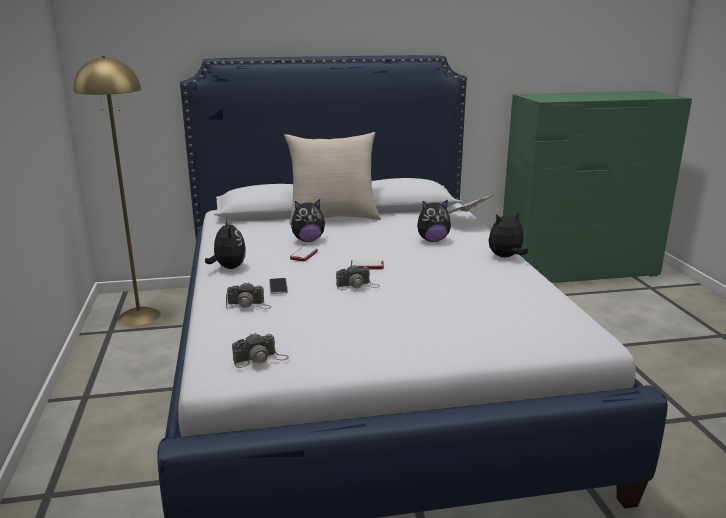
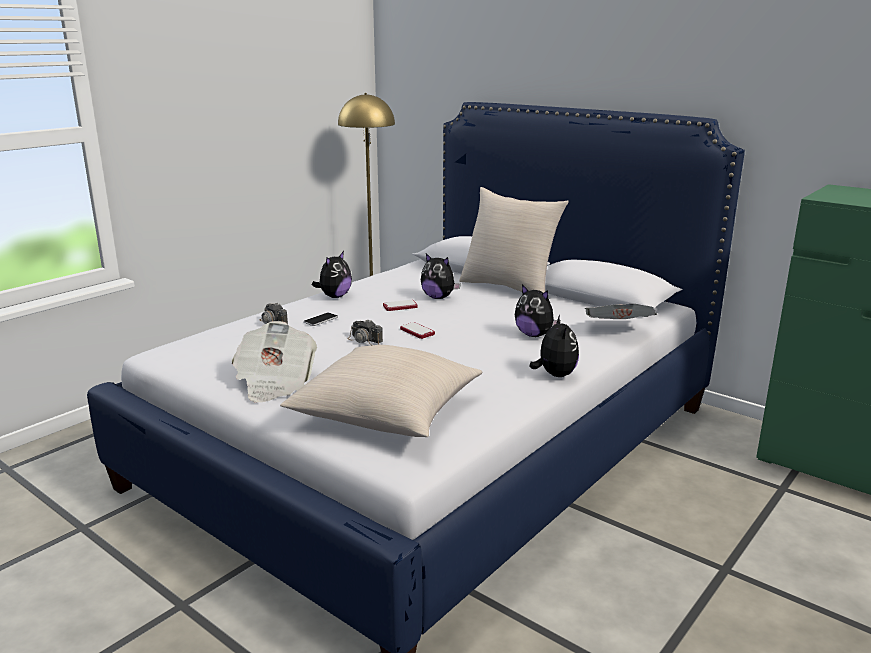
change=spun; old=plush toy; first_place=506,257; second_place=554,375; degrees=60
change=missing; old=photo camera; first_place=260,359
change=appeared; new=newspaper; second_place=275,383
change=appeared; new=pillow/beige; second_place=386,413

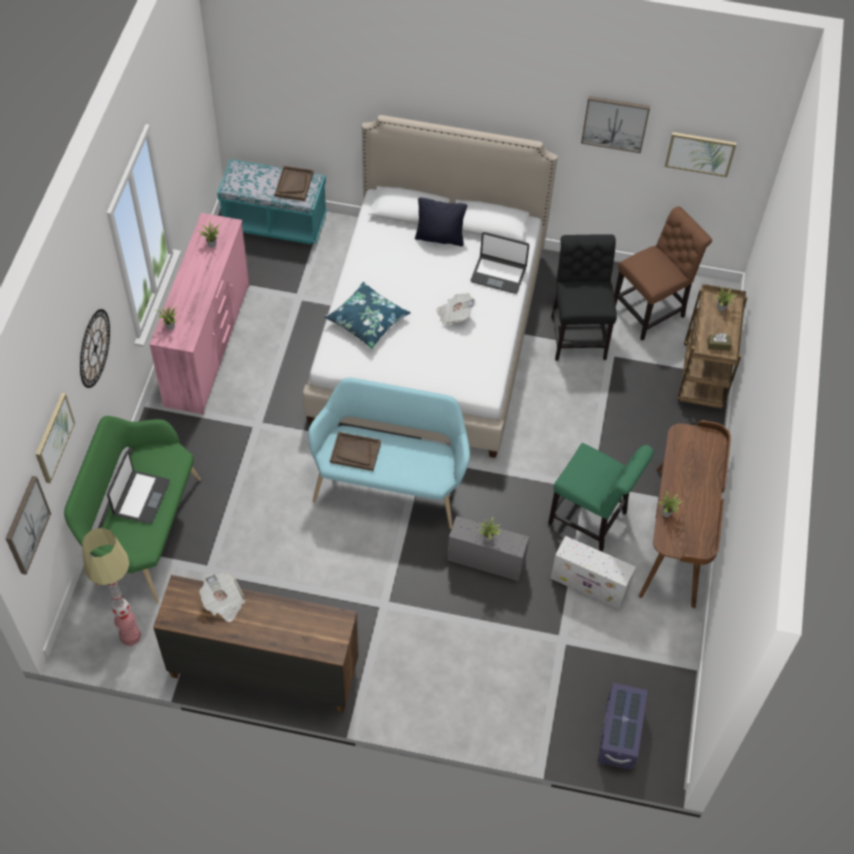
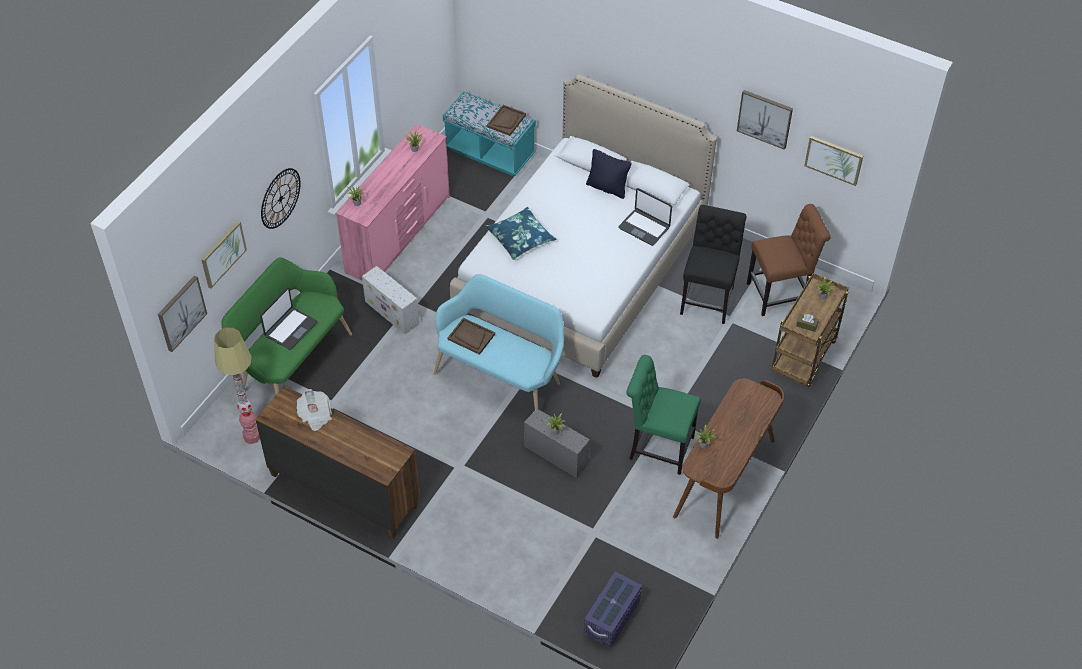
change=missing; old=newspaper; first_place=454,314
change=spun; old=chair/green; first_place=591,520; second_place=658,447; degrees=150
change=relocated; old=storage box/white; first_place=590,584; second_place=392,313

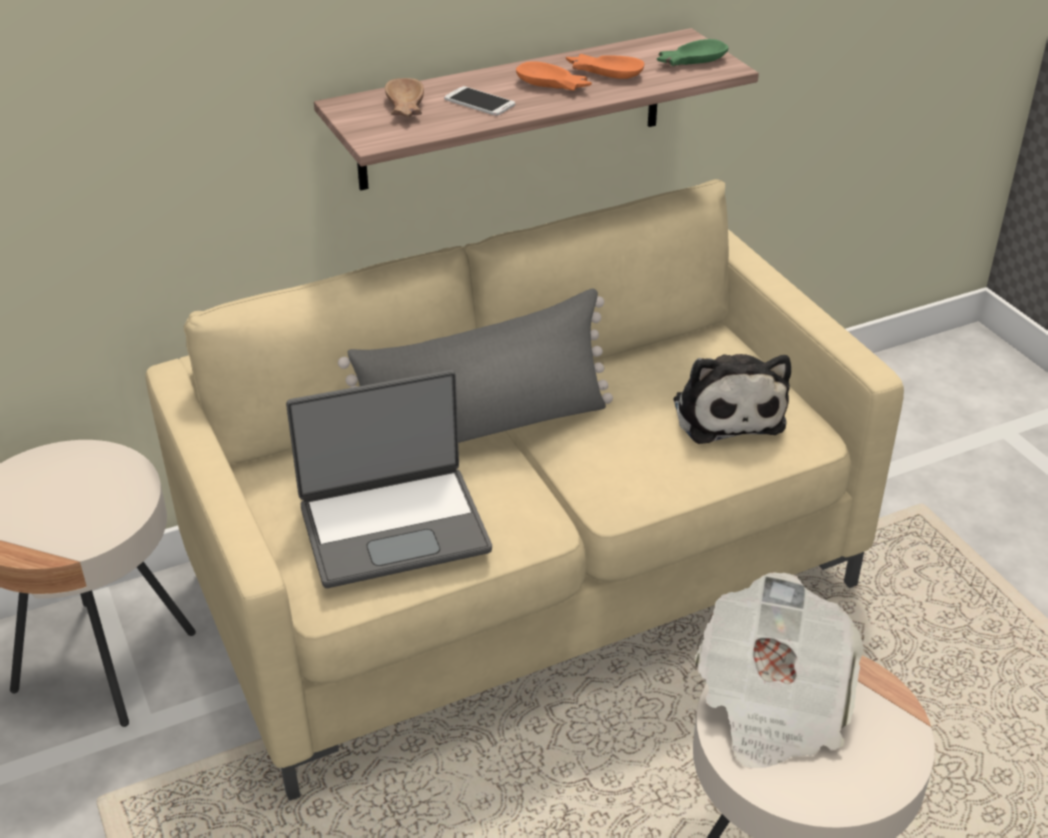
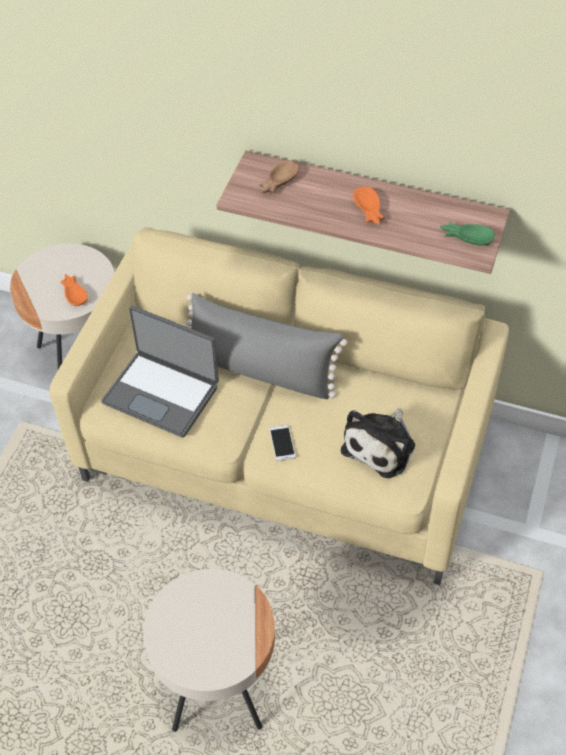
change=relocated; old=bowl/orange; first_place=604,72; second_place=75,292
change=relocated; old=phone; first_place=479,102; second_place=282,443
change=missing; old=newspaper; first_place=772,703

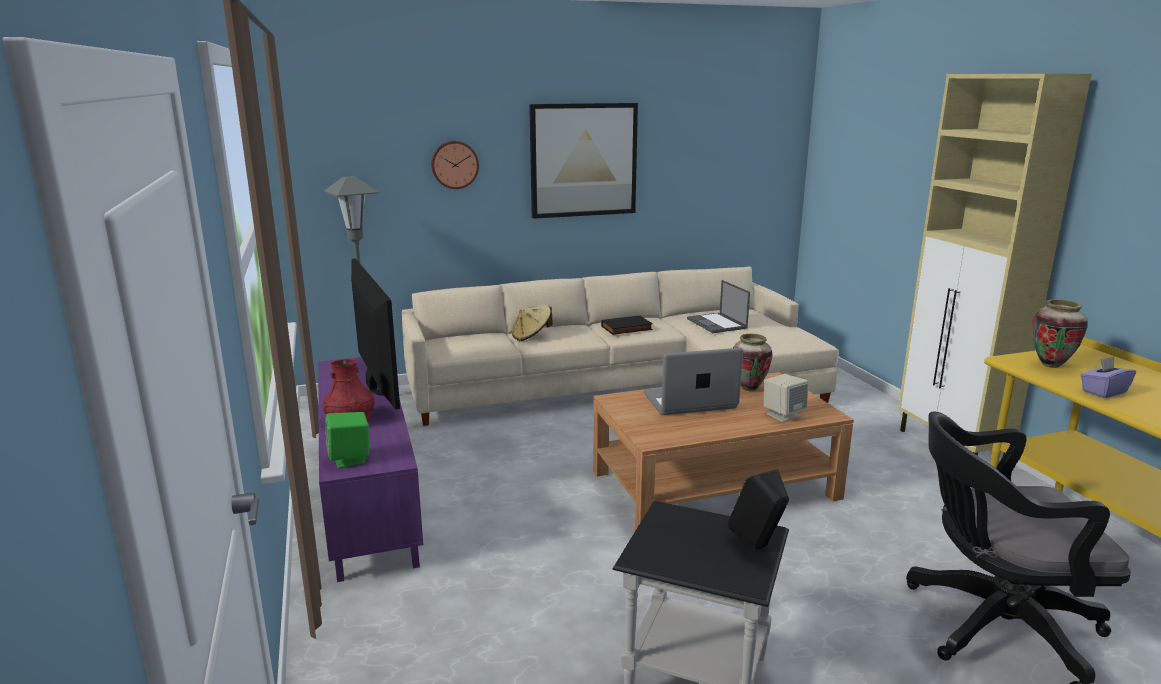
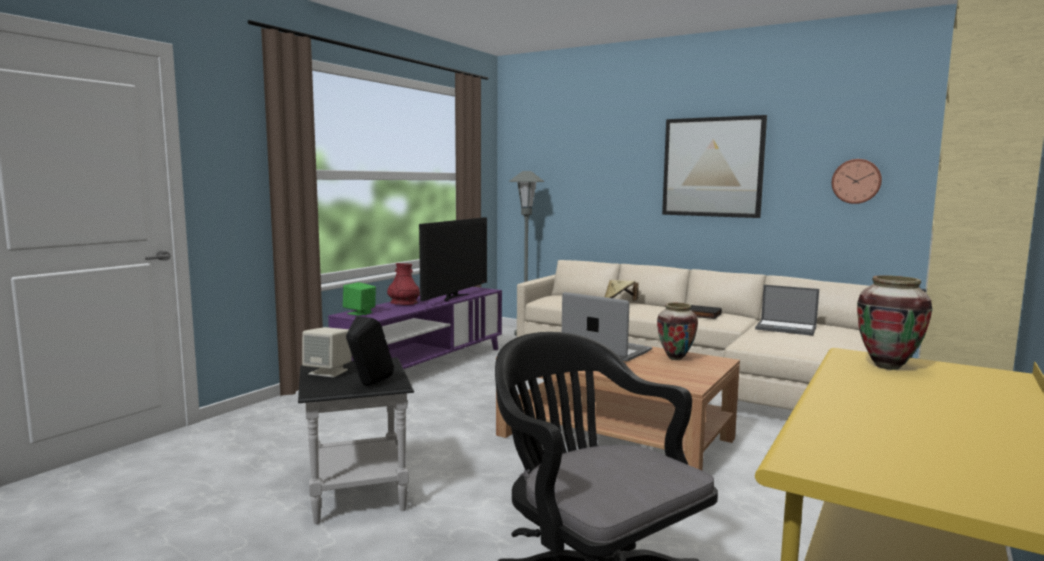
change=relocated; old=wall clock; first_place=454,164; second_place=856,181
change=spun; old=laptop; first_place=717,324; second_place=786,328; degrees=-90
change=missing; old=tissue box/purple; first_place=1103,392
change=relocated; old=speaker/beige; first_place=783,415; second_place=329,372

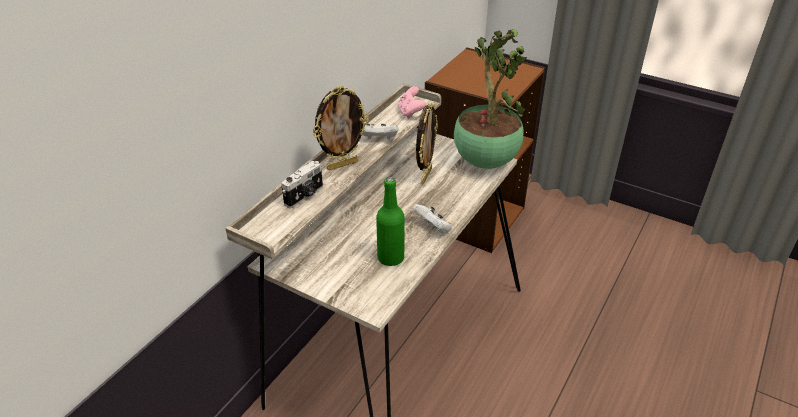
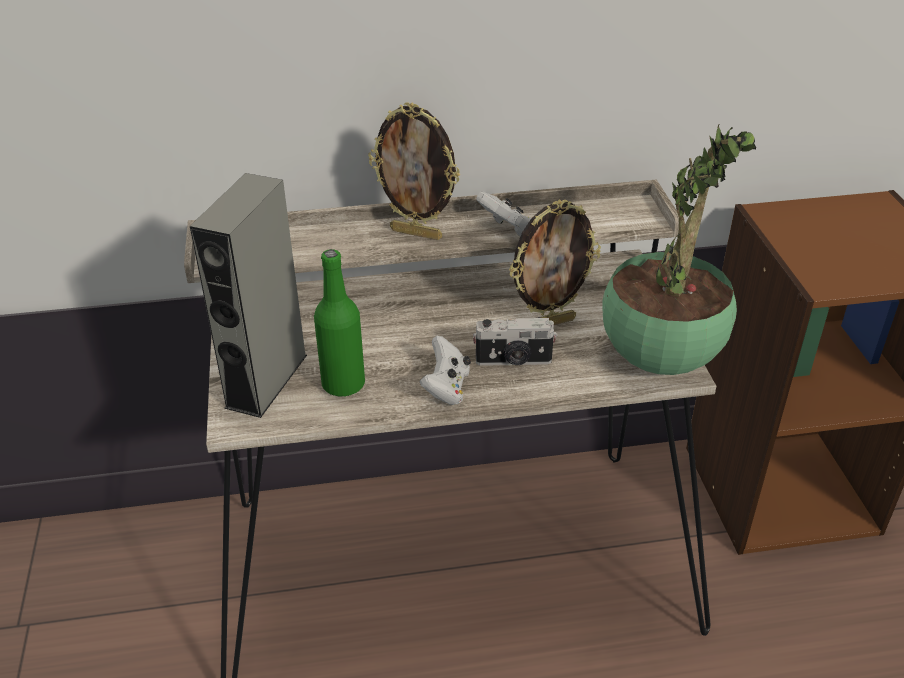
change=missing; old=game controller/pink; first_place=410,112
change=relocated; old=photo camera; first_place=305,196; second_place=513,361
change=appeared; new=speaker/grey; second_place=266,380

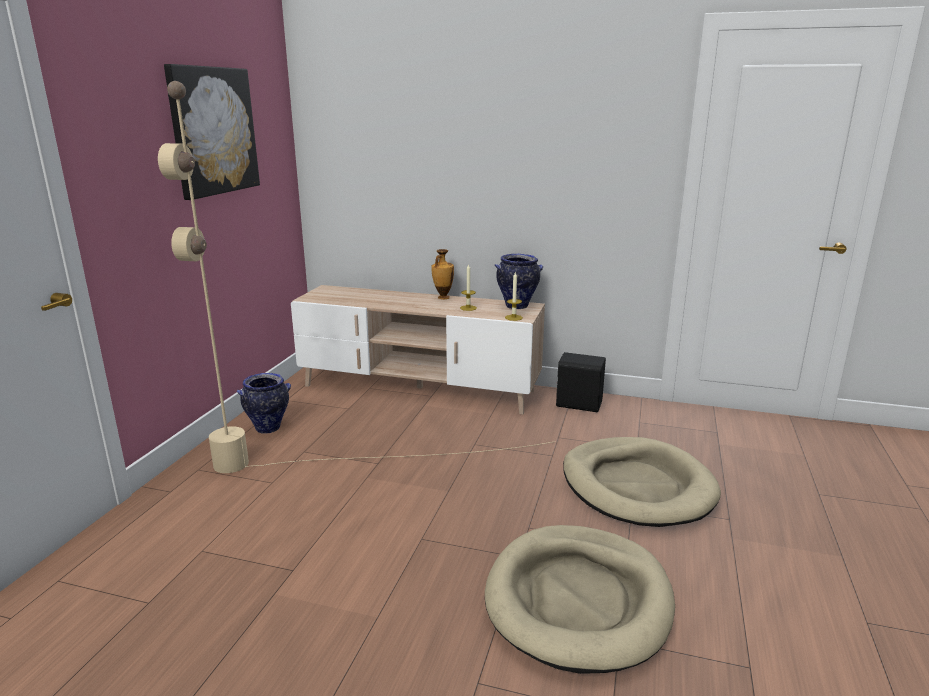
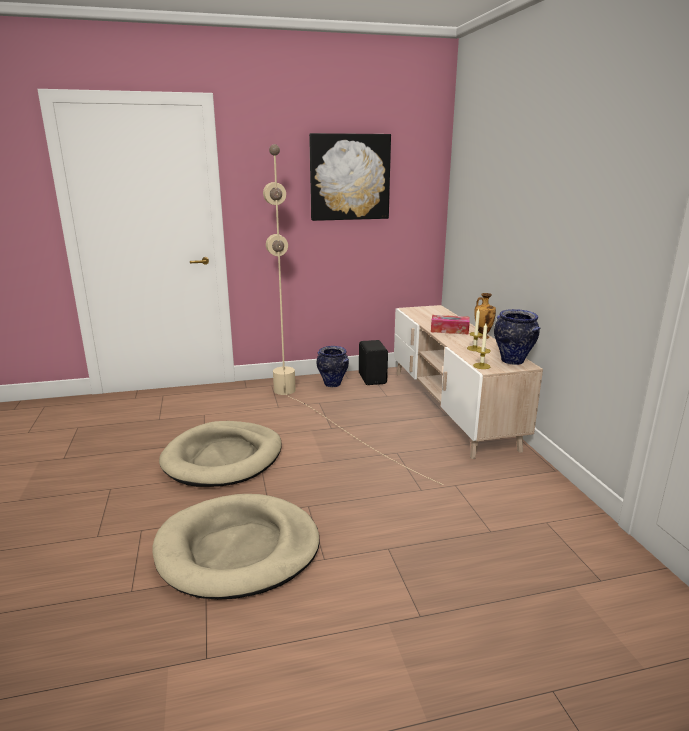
change=relocated; old=speaker/black; first_place=578,404; second_place=373,379
change=relocated; old=dog bed/beige; first_place=637,486; second_place=223,458
change=appeared; new=tissue box; second_place=449,330

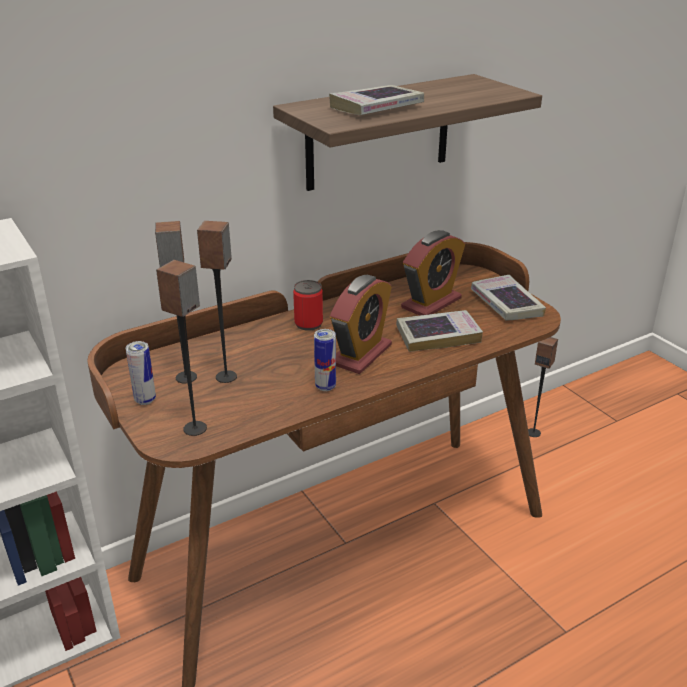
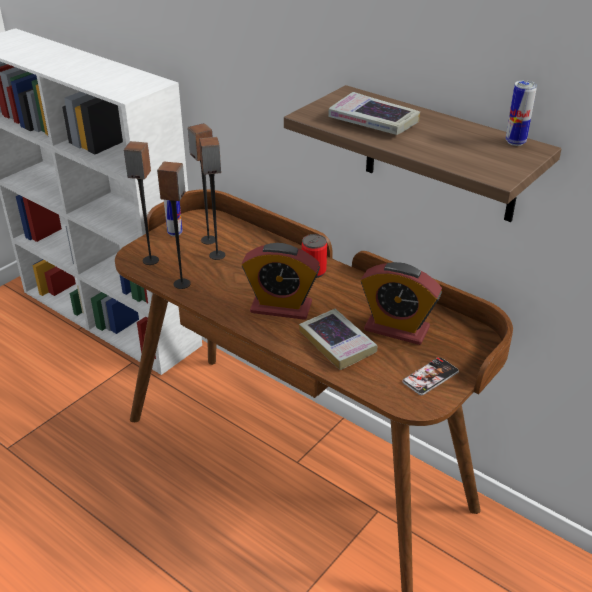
change=exchanged; old=book; new=phone; first_place=506,304; second_place=430,377
change=relocated; old=can; first_place=325,386; second_place=515,142
change=relocated; old=speaker; first_place=533,432; second_place=182,284

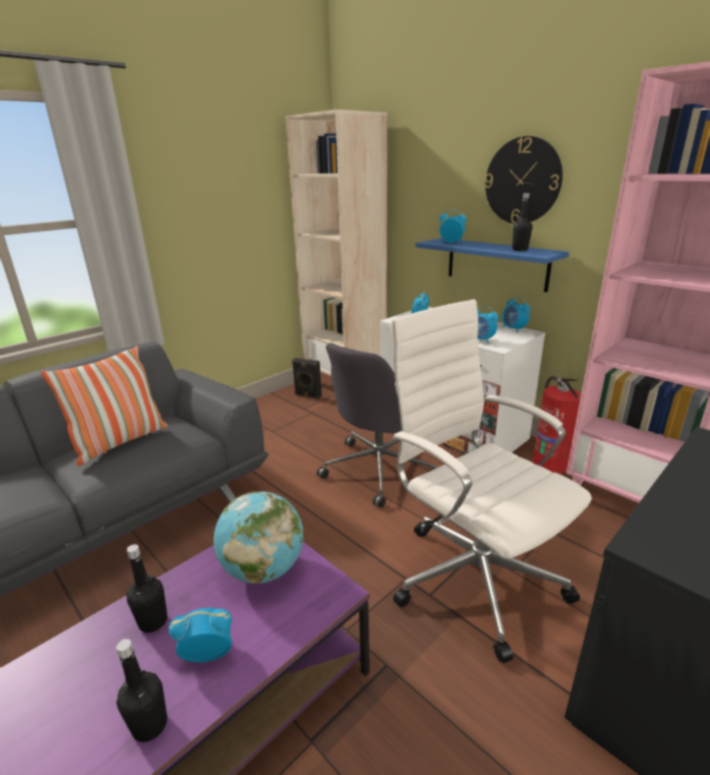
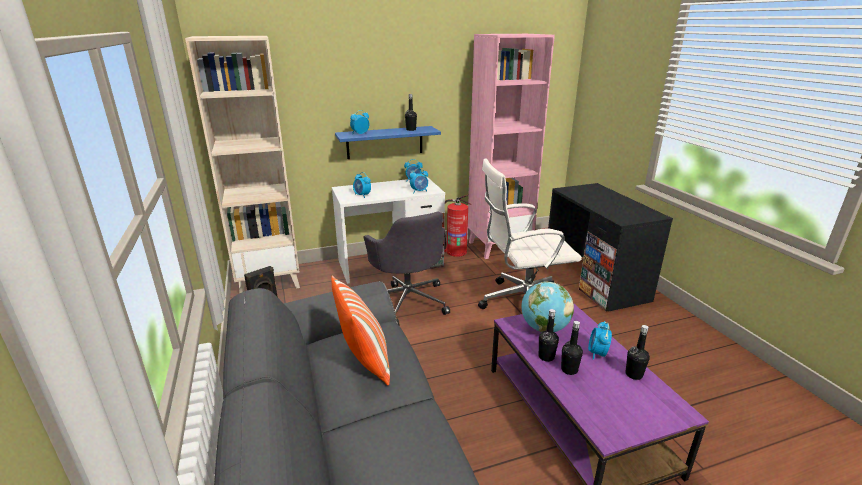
change=missing; old=wall clock; first_place=522,181
change=appeared; new=bottle/black; second_place=546,357

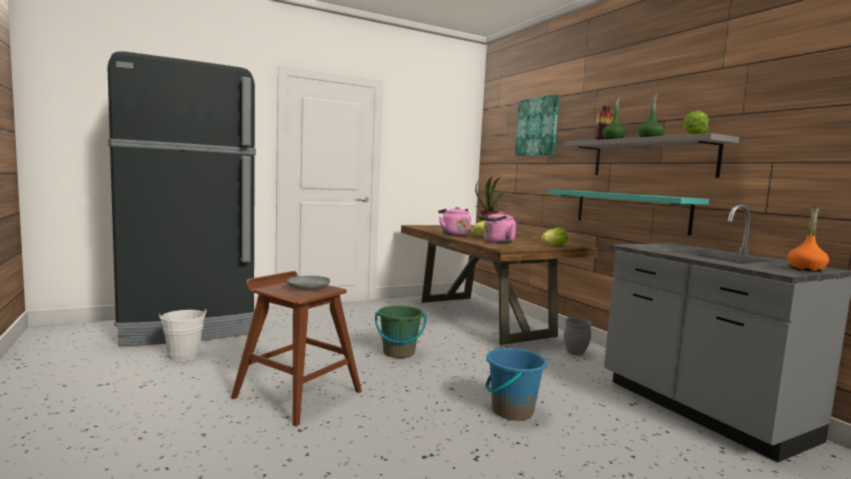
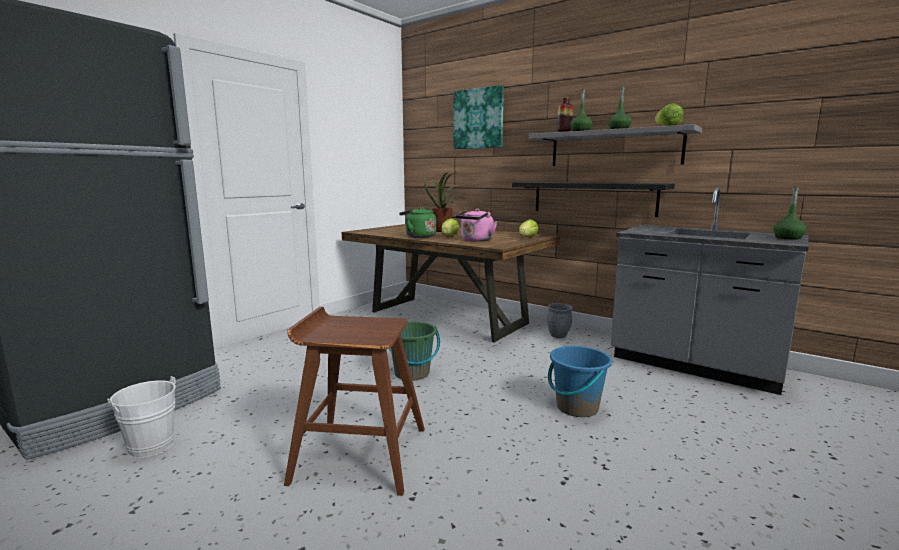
change=colour; old=shelf/turquoise; new=shelf/black; first_place=630,210; second_place=593,198
change=colour; old=kettle/pink; new=kettle/green; first_place=454,234; second_place=418,236
change=colour; old=bottle/orange; new=bottle/green; first_place=806,269; second_place=787,238
change=missing; old=plate/grey; first_place=308,288

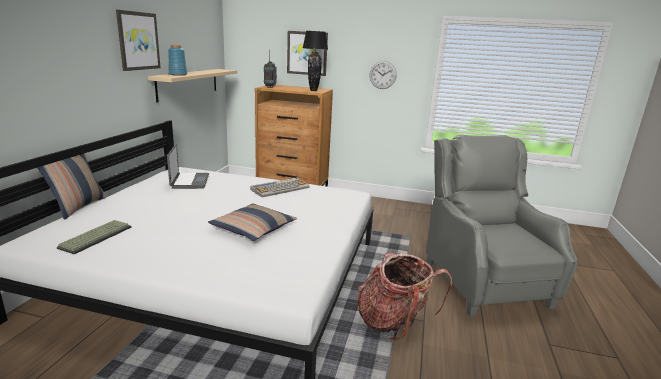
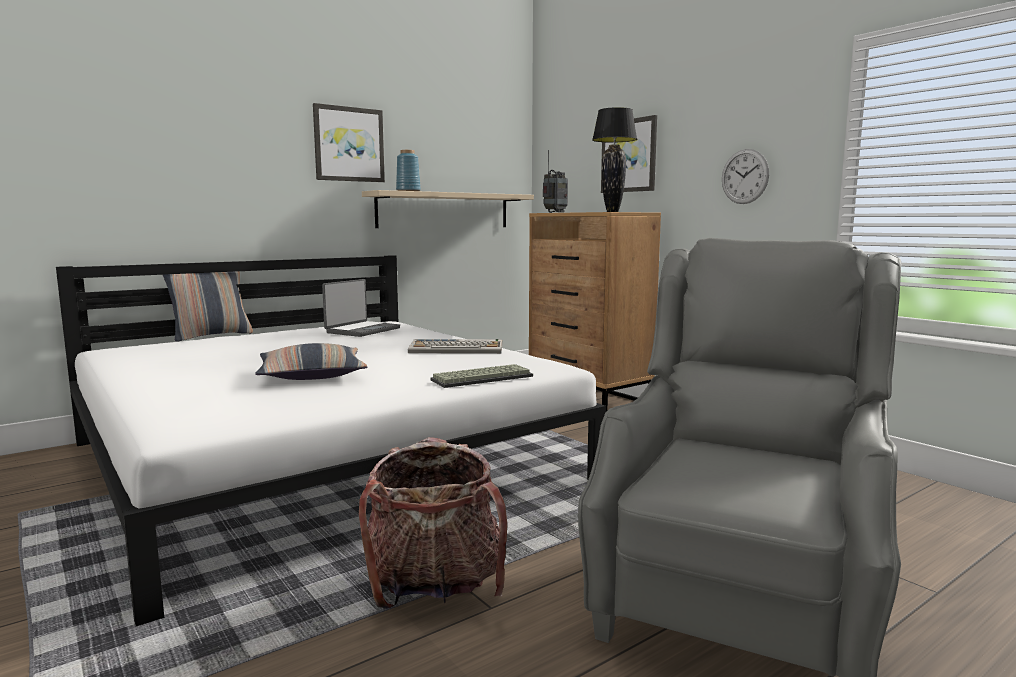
change=relocated; old=keyboard; first_place=96,237; second_place=482,378

